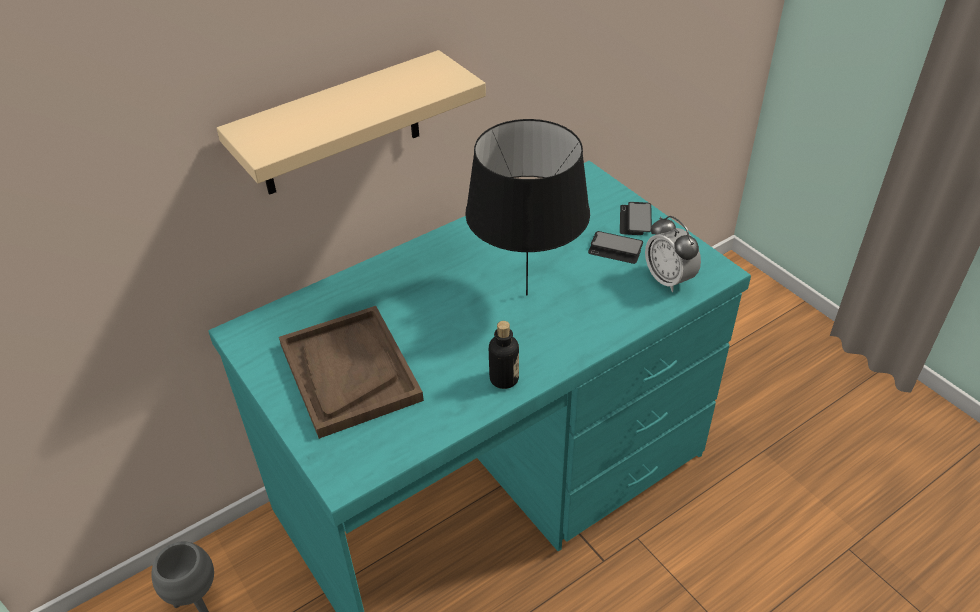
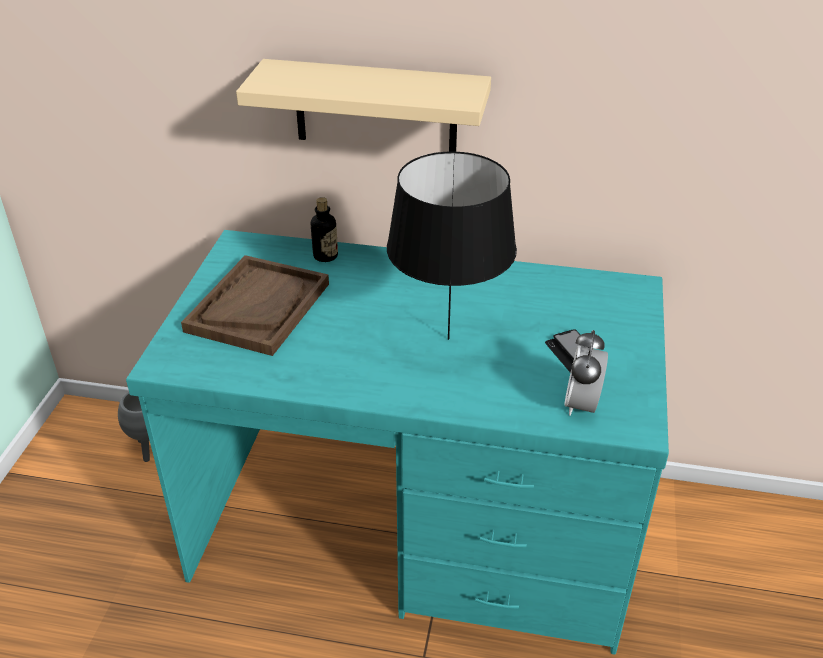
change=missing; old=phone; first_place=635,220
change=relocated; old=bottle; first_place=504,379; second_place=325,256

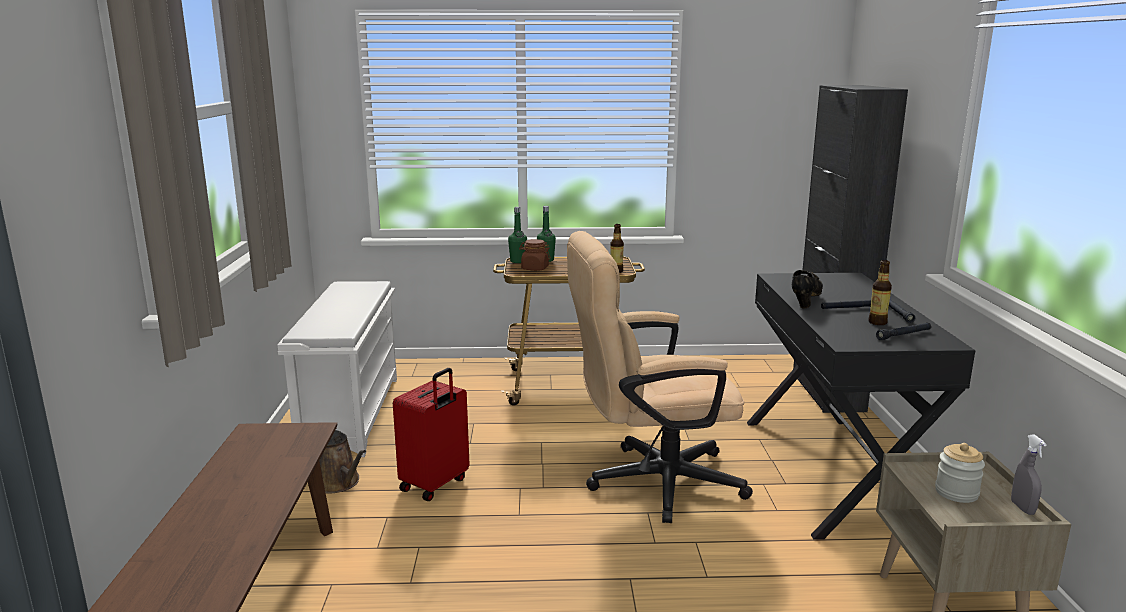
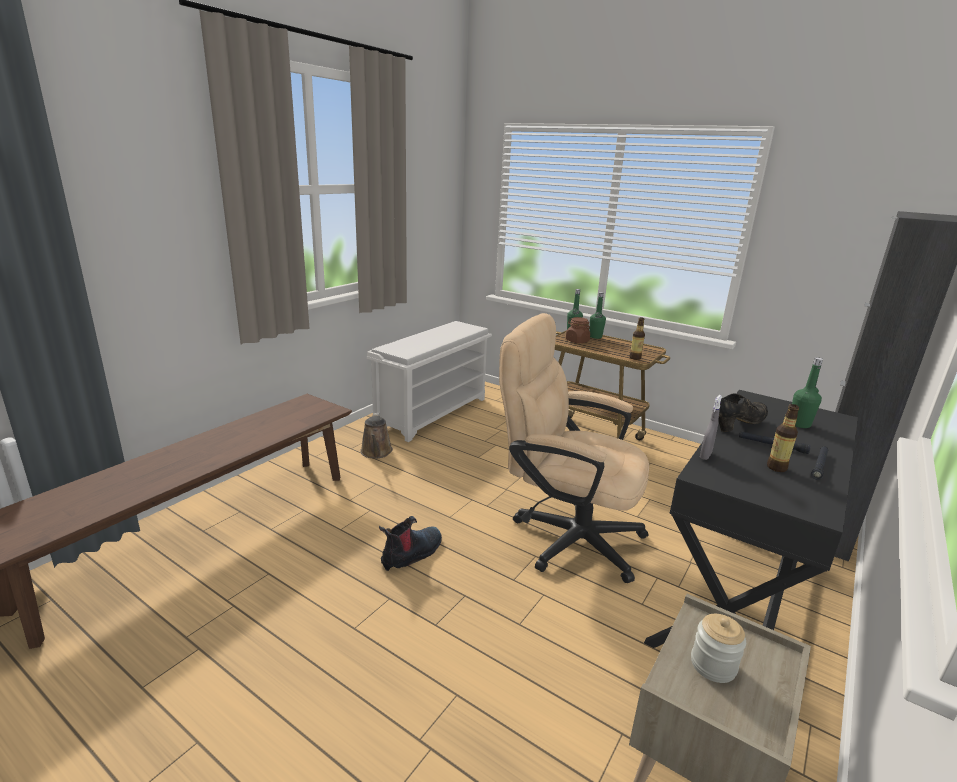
change=missing; old=flashlight/black; first_place=904,335
change=missing; old=suitcase/red; first_place=435,485
change=relocated; old=spray bottle/grey; first_place=1022,508; second_place=705,455
change=appeared; new=bottle/green; second_place=799,424
change=appeared; new=boot; second_place=412,554

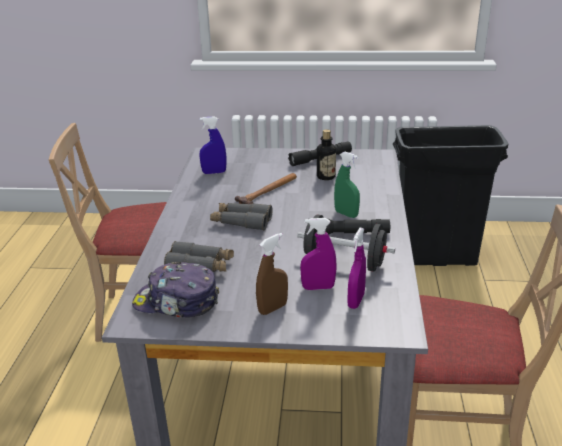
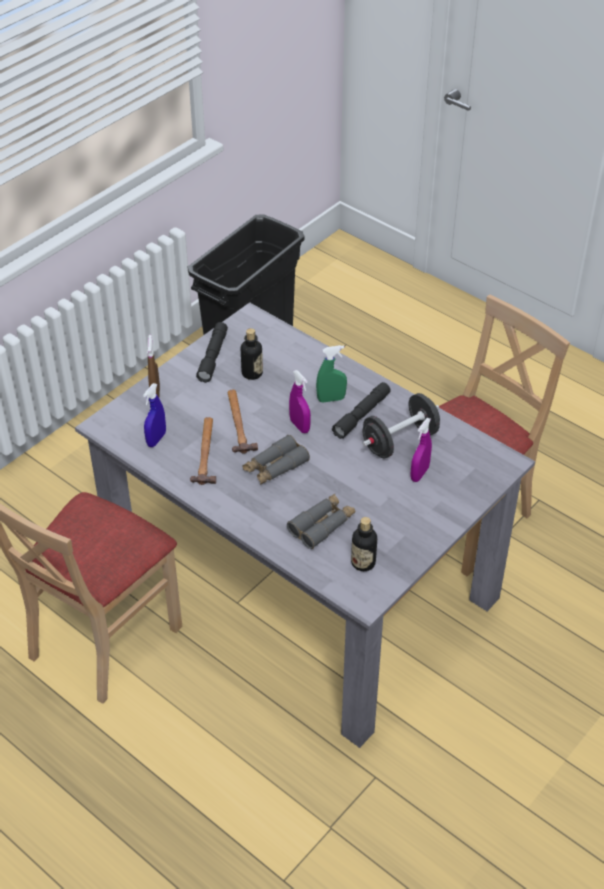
change=relocated; old=spray bottle/purple; first_place=356,301; second_place=299,426
change=relocated; old=spray bottle/brown; first_place=273,308; second_place=155,394
change=exchanged; old=cap; new=bottle; first_place=176,302; second_place=363,562
change=appeared; new=hammer; second_place=206,452

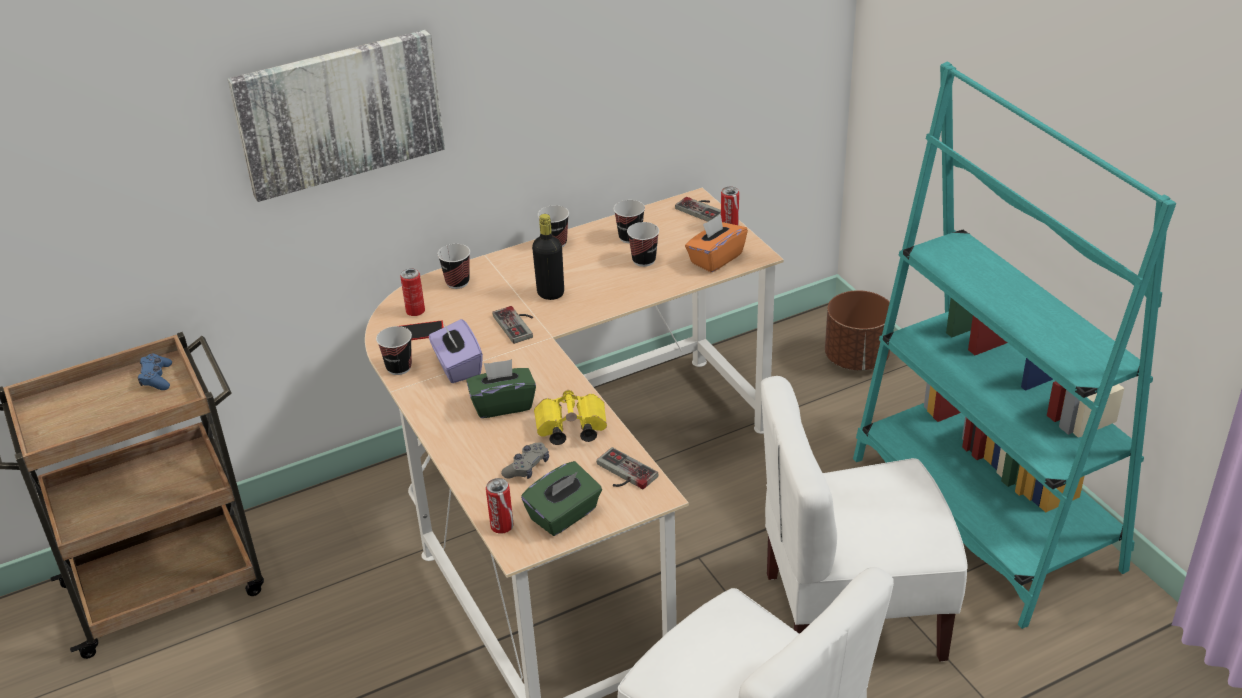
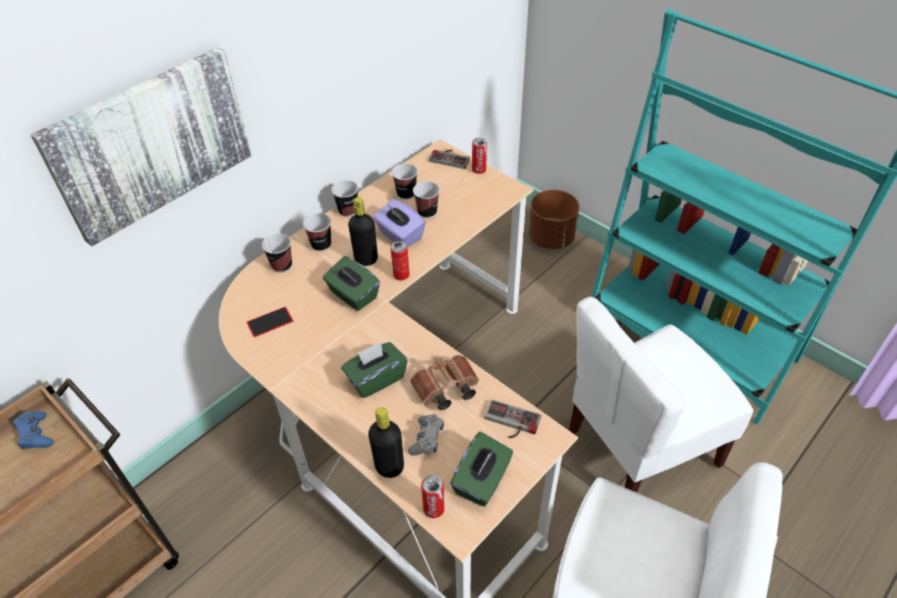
change=missing; old=tissue box/orange; first_place=715,258
change=relocated; old=can; first_place=415,311; second_place=401,275
change=exchanged; old=game controller; new=tissue box/green; first_place=518,324; second_place=353,295
change=relocated; old=tissue box/purple; first_place=457,366; second_place=400,235
change=relocated; old=cup; first_place=399,367; second_place=321,245
change=colour; old=binoculars/yellow; new=binoculars/brown; first_place=569,430; second_place=444,390
change=appeared; new=bottle/black; second_place=389,466

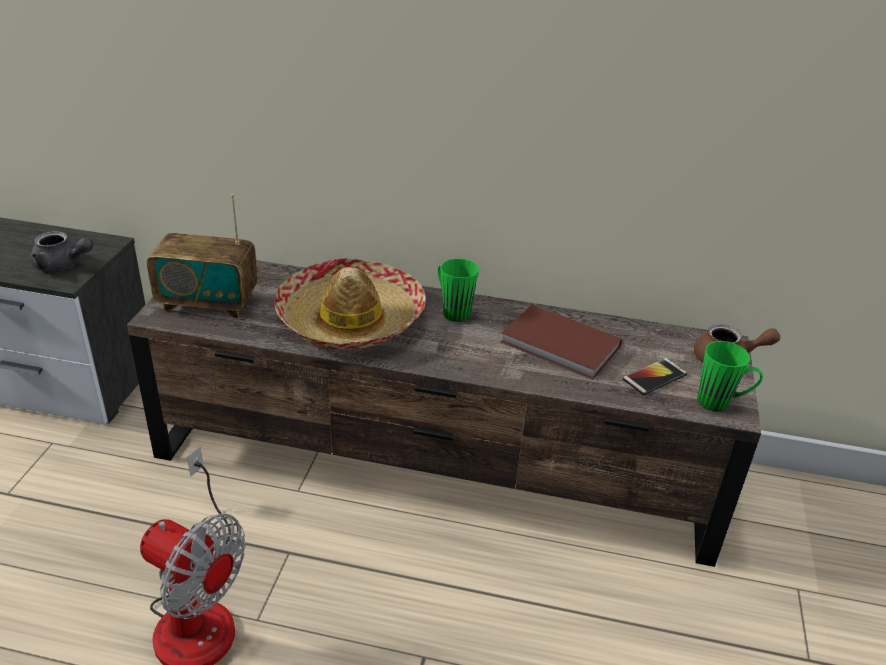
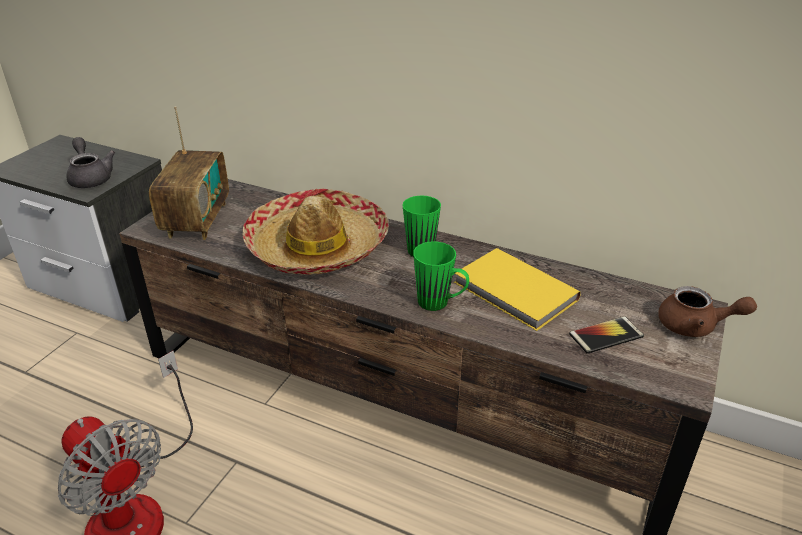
change=spun; old=radio; first_place=208,303; second_place=196,220; degrees=-105
change=spun; old=teapot/grey; first_place=62,265; second_place=91,178; degrees=-150
change=colour; old=book/brown; new=book/yellow; first_place=560,346; second_place=514,293
change=relocated; old=mug/green; first_place=721,404; second_place=440,304

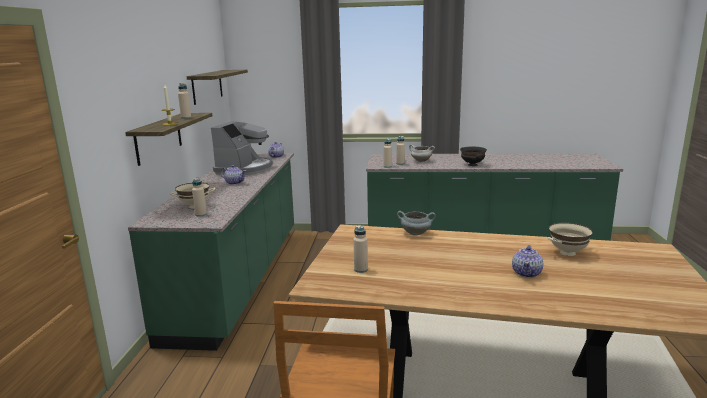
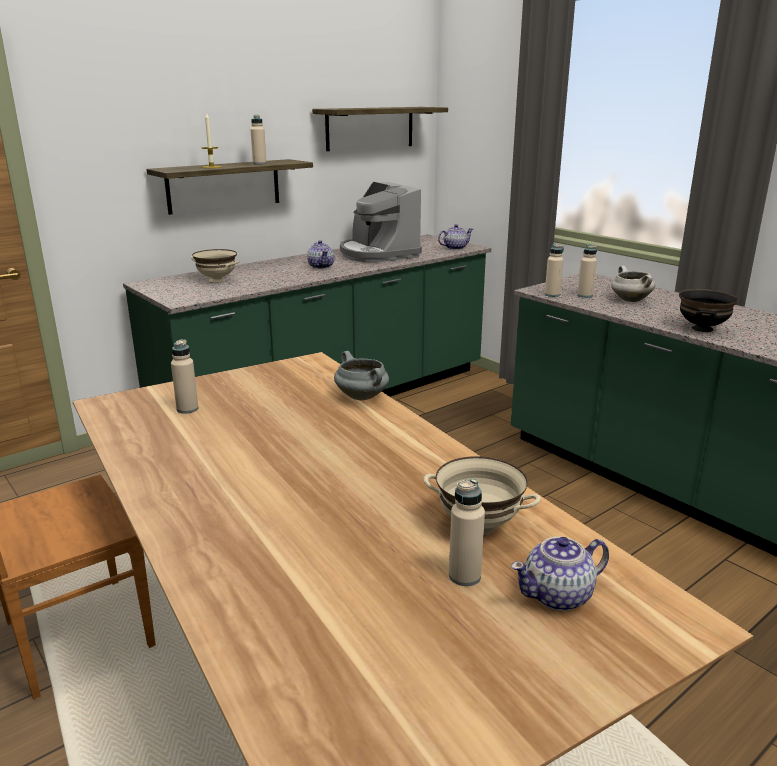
change=spun; old=coffee machine; first_place=245,169; second_place=377,254; degrees=90
change=relocated; old=bottle/beige; first_place=201,214; second_place=464,576
change=relocated; old=teapot; first_place=527,273; second_place=558,595

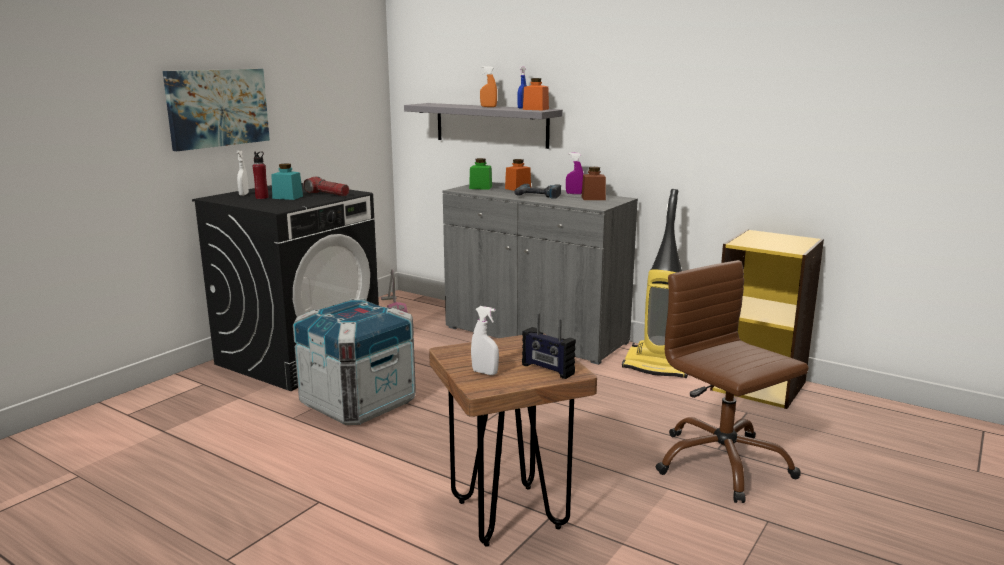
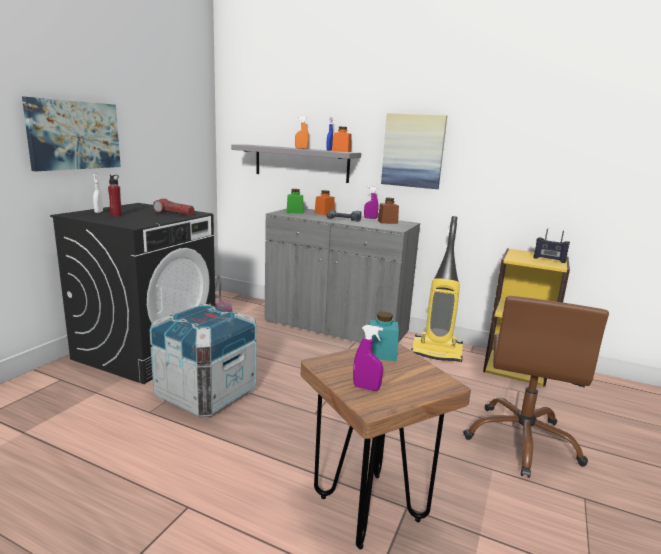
change=relocated; old=jar/turquoise; first_place=287,197; second_place=381,354
change=spun; old=office chair/brown; first_place=722,463; second_place=522,441; degrees=-120
change=colour; old=spray bottle/white; new=spray bottle/purple; first_place=485,372; second_place=366,388
change=relocated; old=radio; first_place=547,369; second_place=549,259
change=appeared; new=picture; second_place=413,151

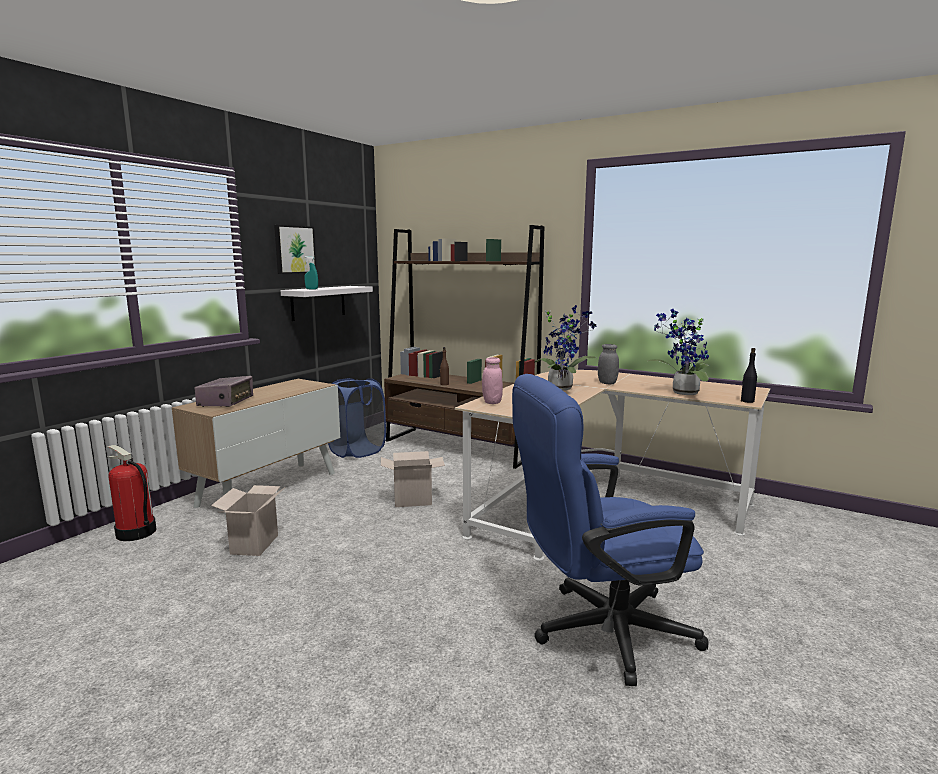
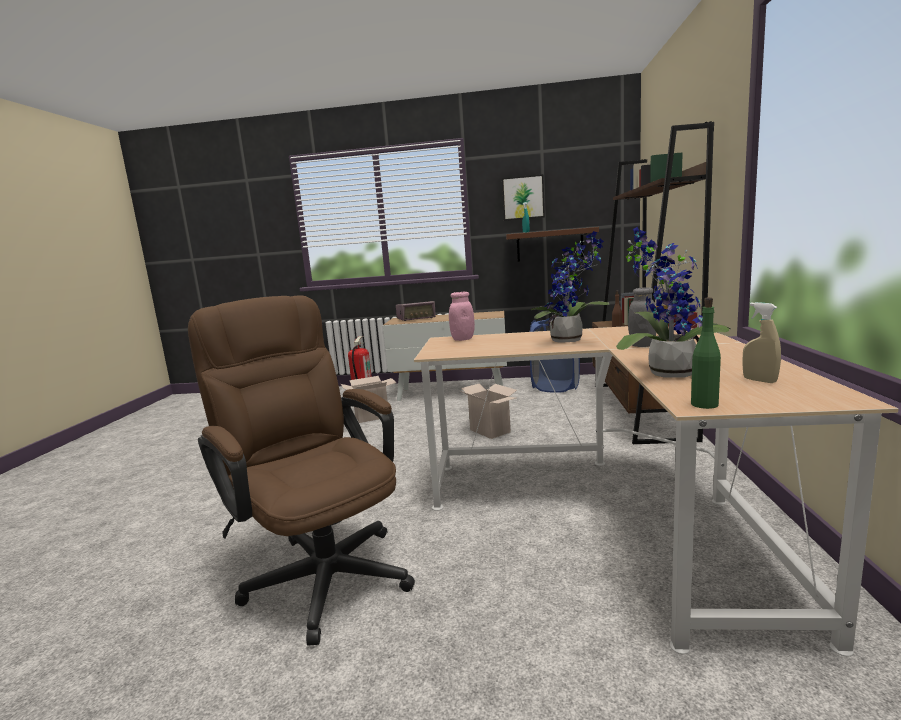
change=colour; old=shelf/white; new=shelf/brown; first_place=318,302; second_place=549,245
change=colour; old=bottle/black; new=bottle/green; first_place=747,401; second_place=704,404
change=colour; old=office chair/blue; new=office chair/brown; first_place=599,632; second_place=321,569
change=appeared; new=spray bottle/beige; second_place=759,380

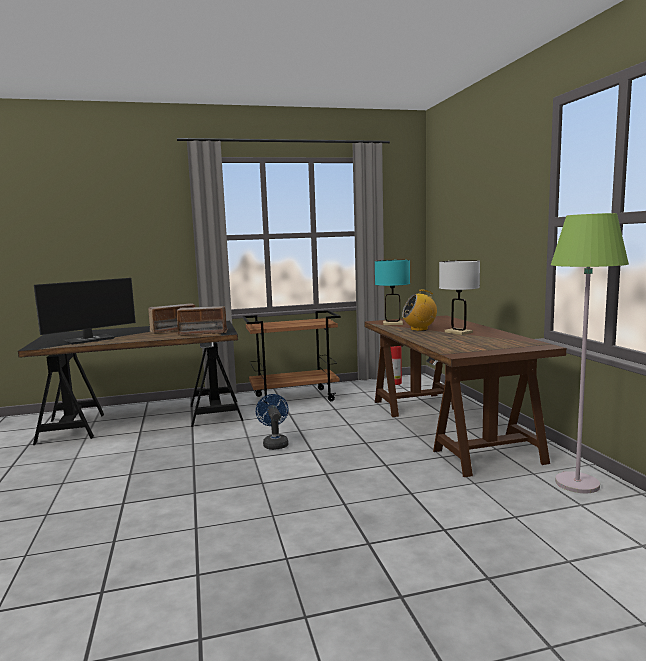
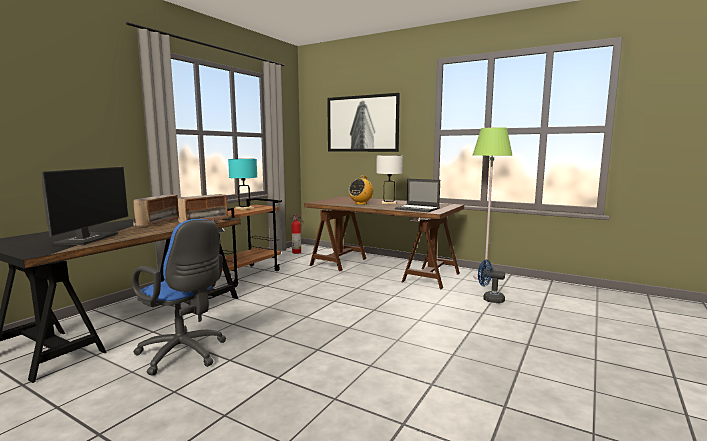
change=relocated; old=table lamp/turquoise; first_place=392,323; second_place=244,208
change=relocated; old=fan/blue; first_place=274,443; second_place=489,299
change=appeared; new=picture; second_place=362,123
change=appeared; new=laptop; second_place=417,209
change=appeared; new=office chair/blue; second_place=185,355

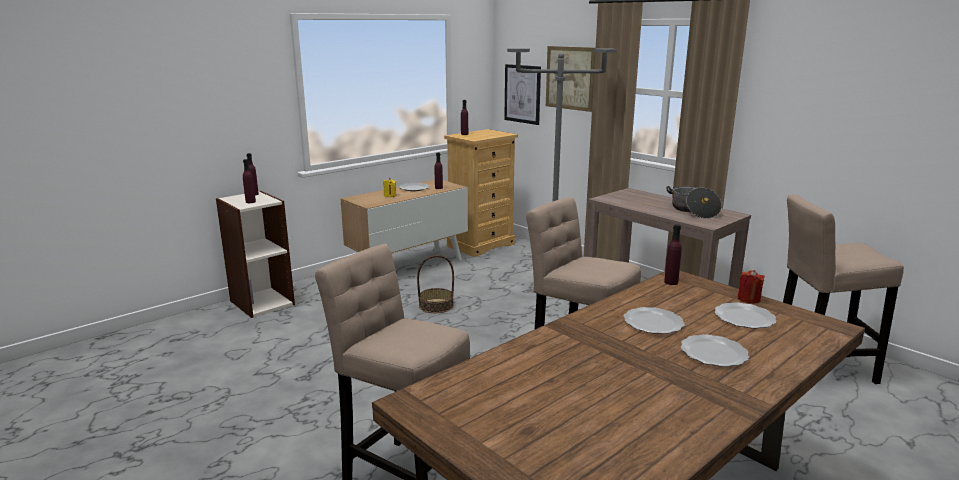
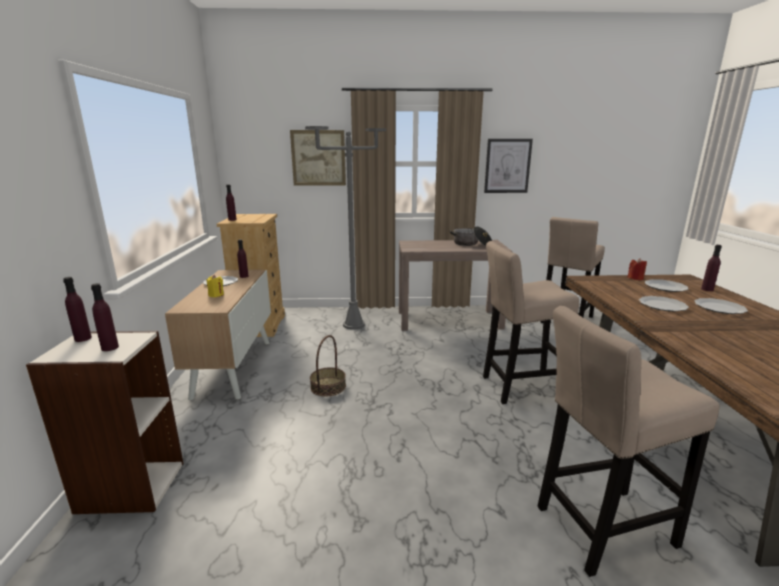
change=relocated; old=picture; first_place=522,94; second_place=507,166
change=relocated; old=bottle/purple; first_place=671,282; second_place=707,289

